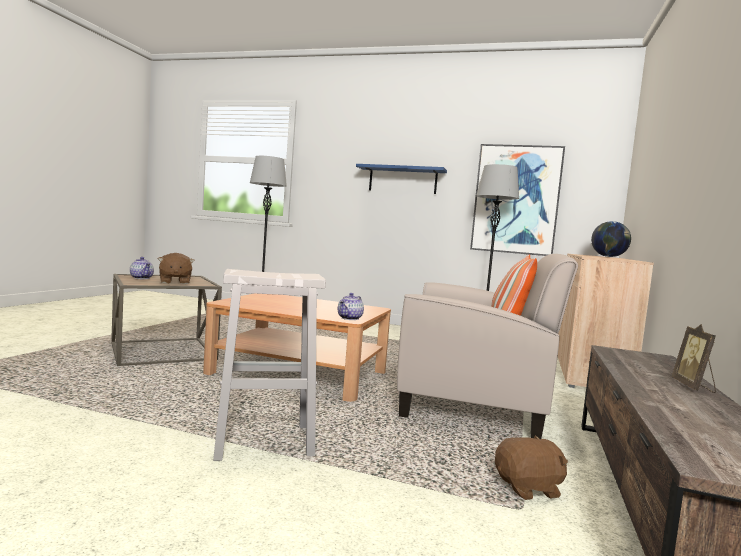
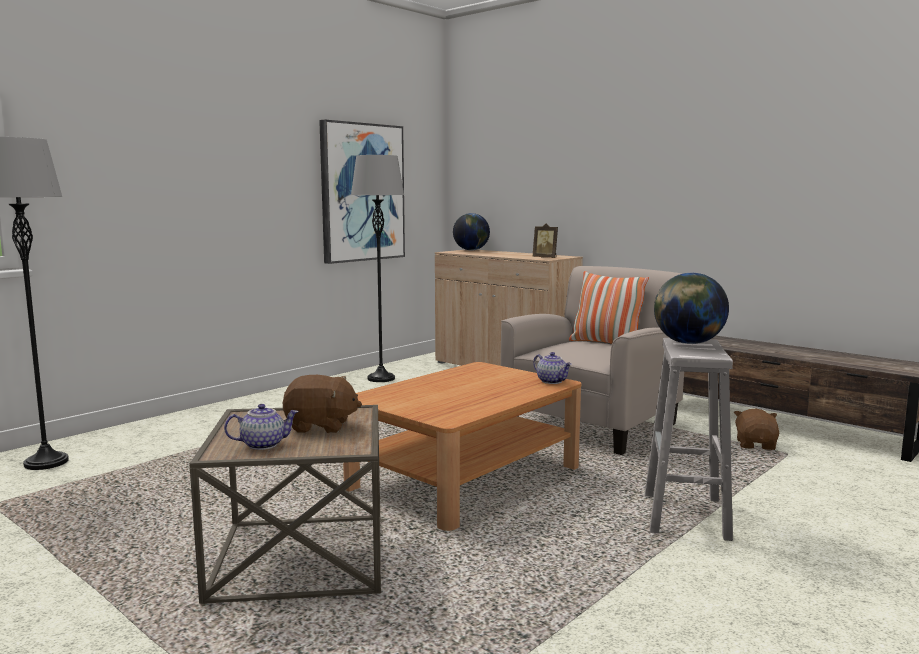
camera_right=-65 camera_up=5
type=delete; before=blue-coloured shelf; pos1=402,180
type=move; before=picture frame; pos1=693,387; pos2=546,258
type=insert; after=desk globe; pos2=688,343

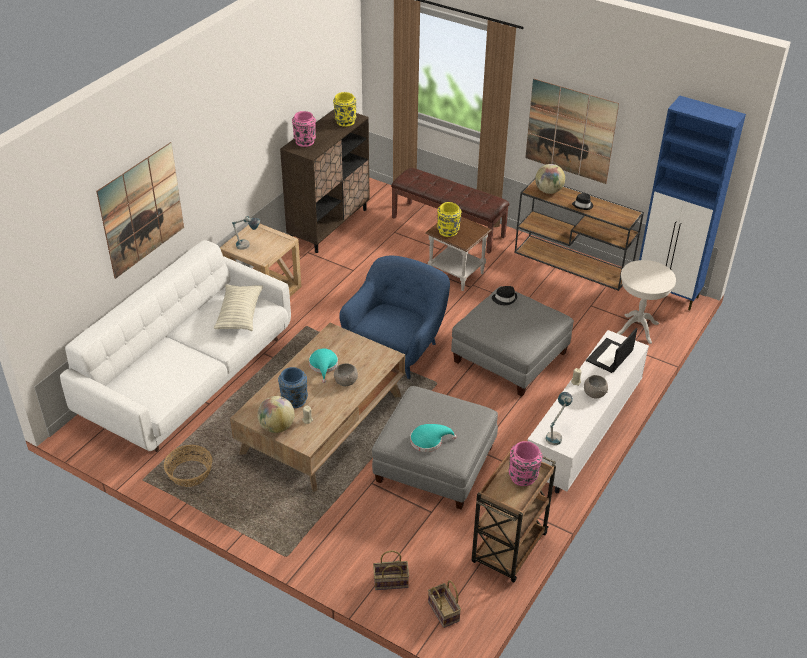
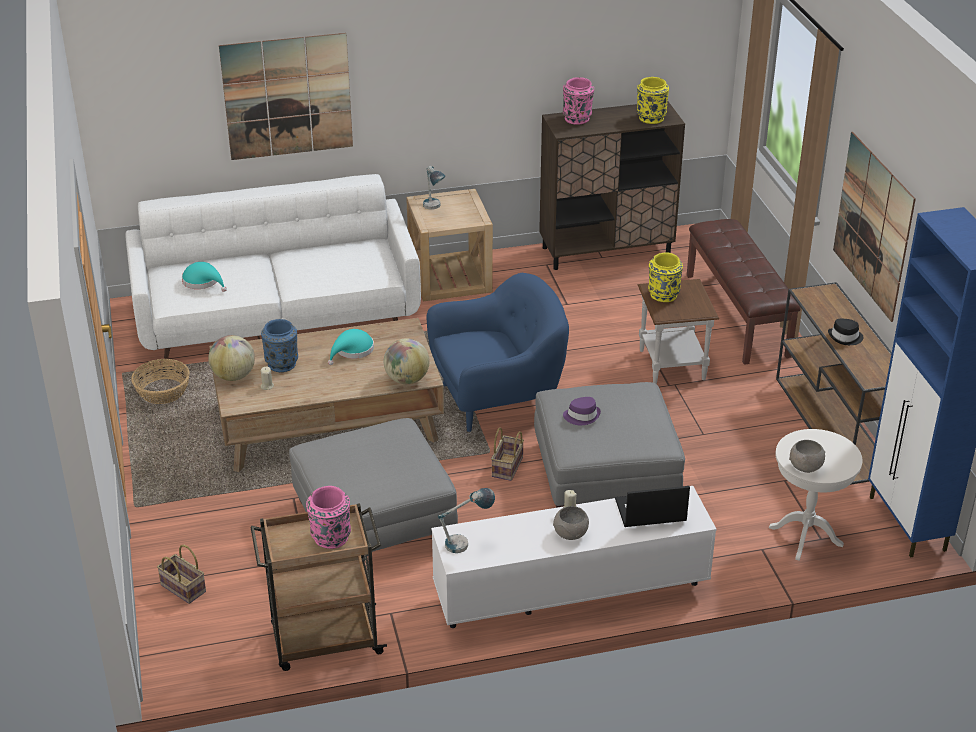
camera_right=45 camera_up=-5
type=delete; before=throw pillow; pos1=239,314
type=move; before=grey deep dish; pos1=346,381; pos2=806,467
type=move; before=turquoise-coloured clothing hat; pos1=429,441; pos2=203,282
type=move; before=basket; pos1=444,612; pos2=507,468
type=delete; before=black-coloured clothing hat; pos1=504,298
type=move; before=desk globe; pos1=548,191; pos2=407,379
type=insert; after=purplish clothing hat; pos2=582,416

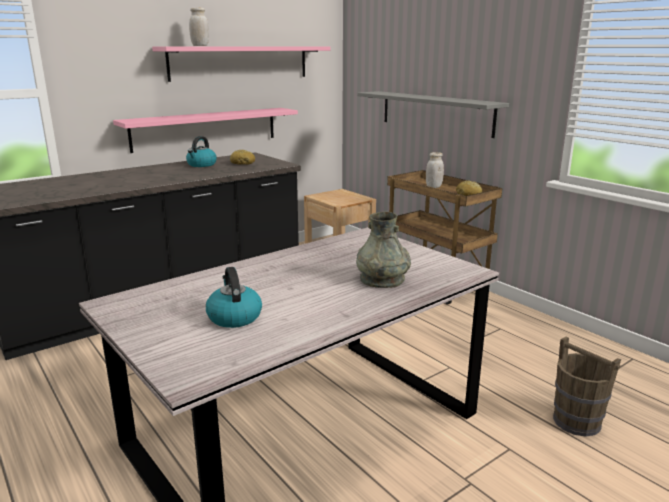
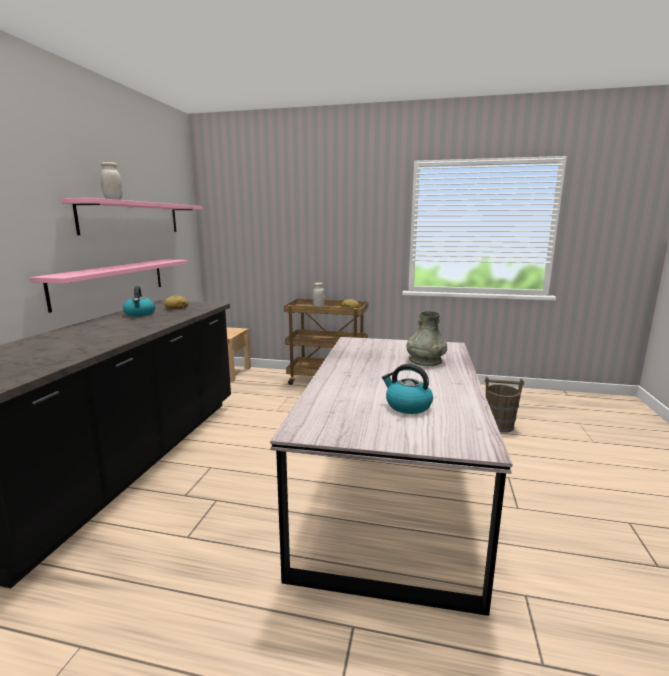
camera_right=-40 camera_up=-5
type=delete; before=grey shelf; pos1=435,113

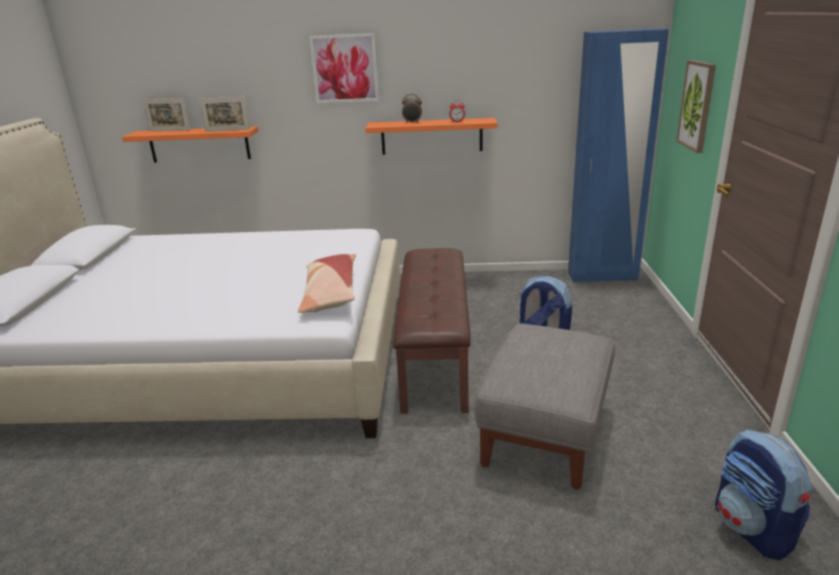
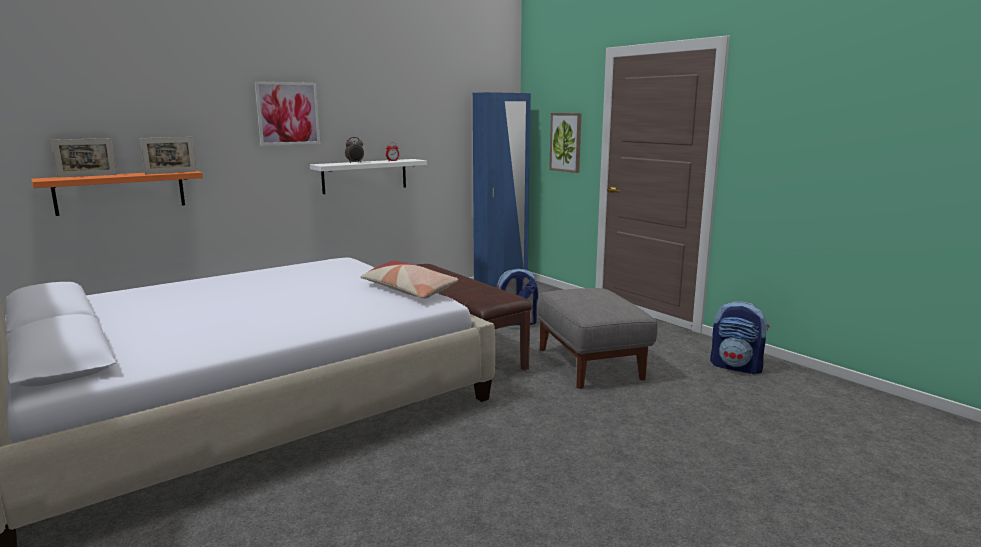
camera_right=-40 camera_up=-10
type=recolor; before=orangey shelf; after=whitish shelf; pos1=431,136; pos2=365,176

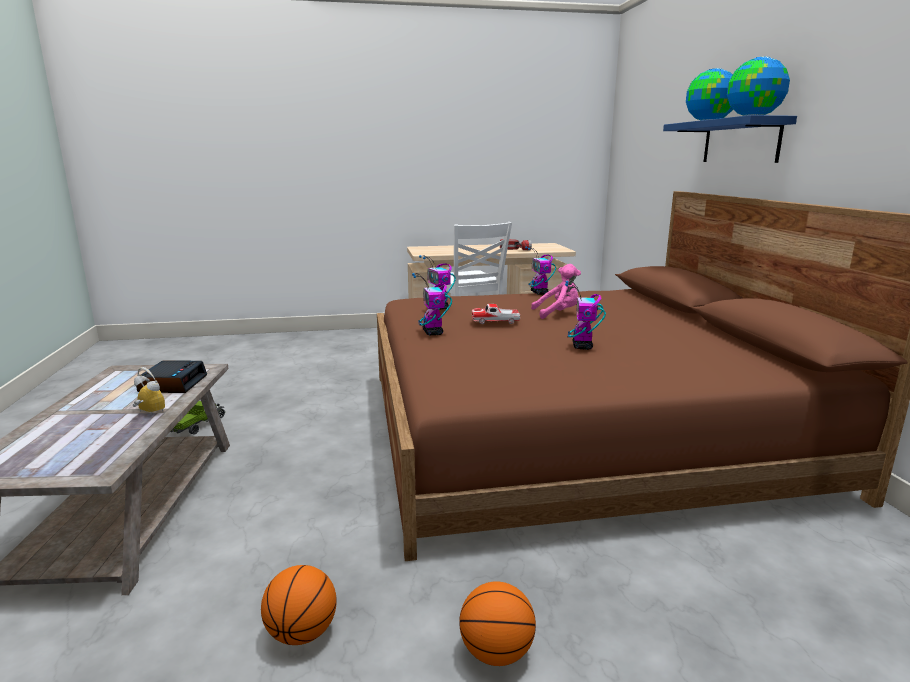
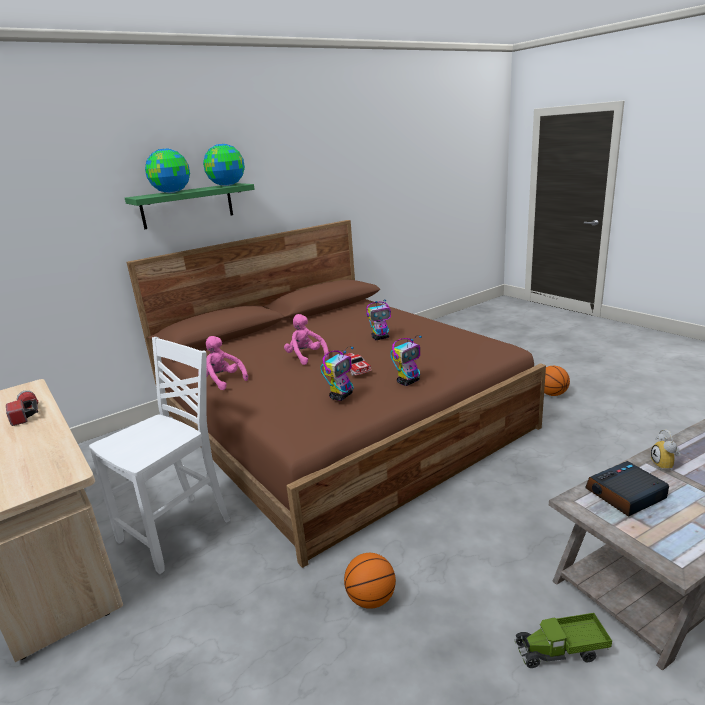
camera_right=-115 camera_up=5
type=move; before=ball for basketball; pos1=302,633; pos2=371,599
type=replace; before=robot figure; after=pink soft toy; pos1=539,293; pos2=223,381
type=recolor; before=blue-coloured shelf; after=green shelf; pos1=740,141; pos2=187,206

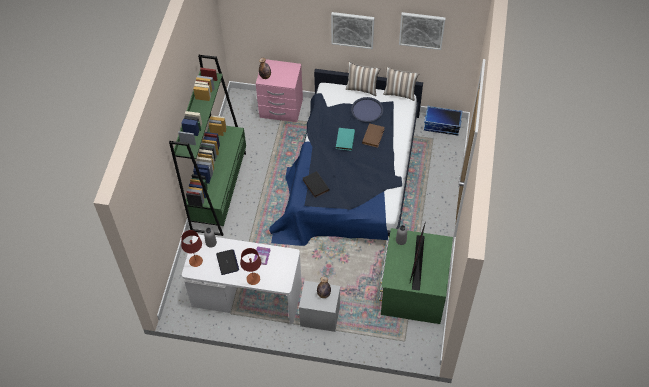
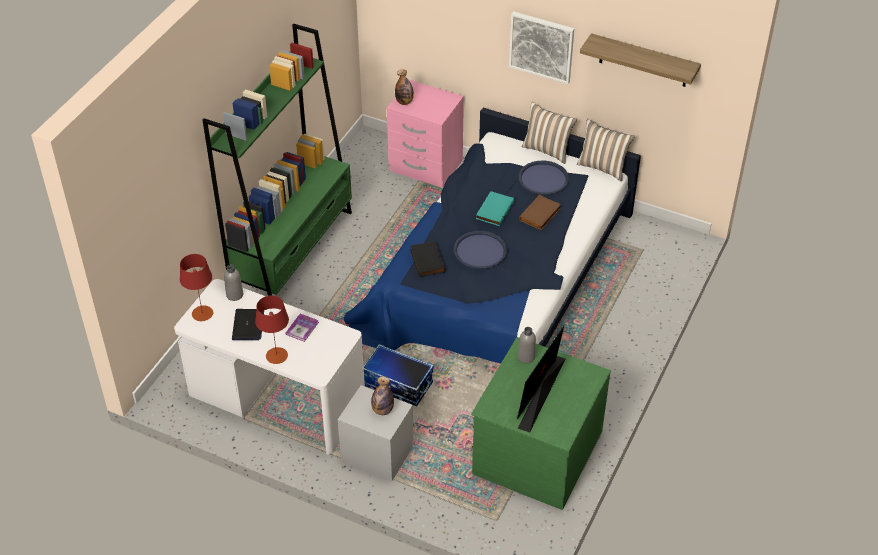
camera_right=15 camera_up=-10
type=replace; before=wall art; after=shelf; pos1=421,30; pos2=643,61
type=move; before=storage box; pos1=441,126; pos2=397,385
type=insert; after=blue-coloured tray; pos2=480,251

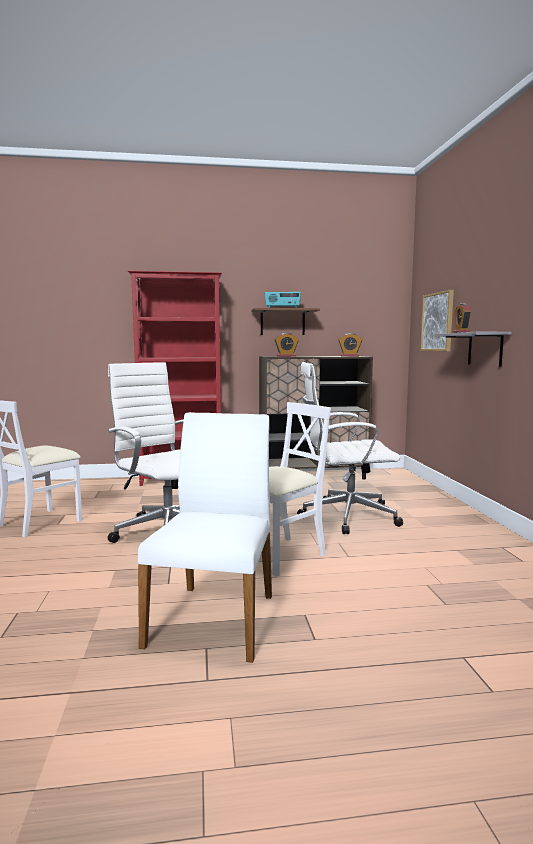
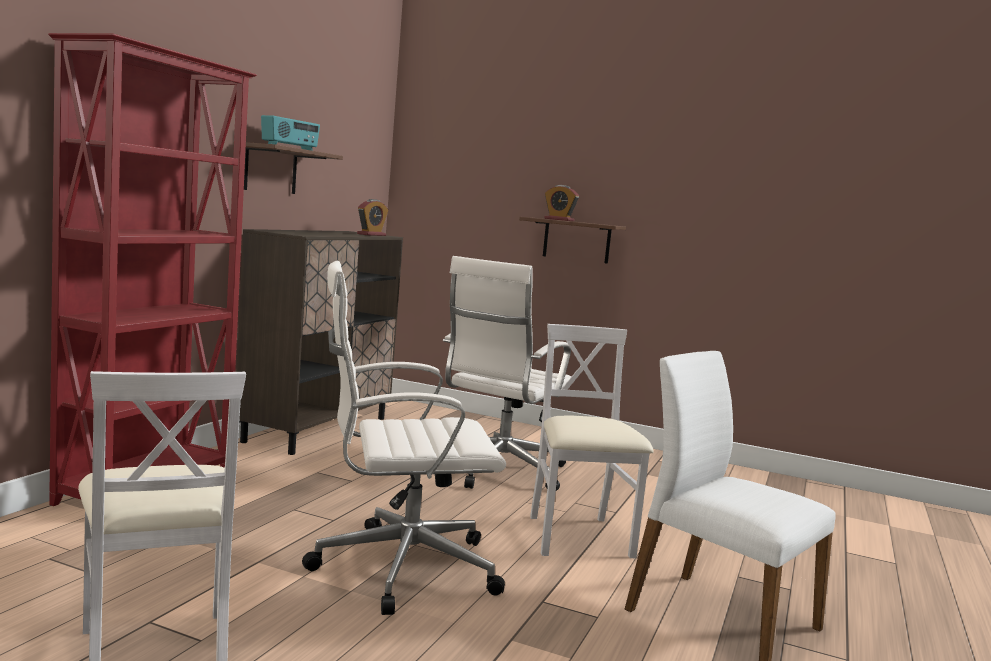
camera_right=-60 camera_up=0
type=delete; before=alarm clock; pos1=286,356
type=delete; before=wall art; pos1=437,322
type=recolor; before=grey shelf; after=brown-coloured shelf; pos1=485,349; pos2=576,241

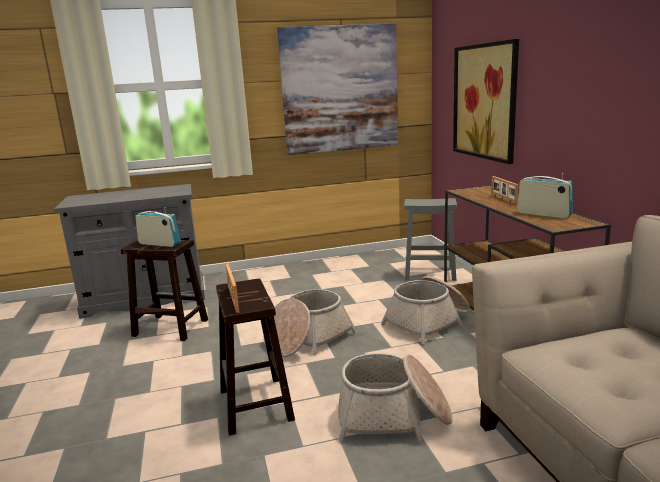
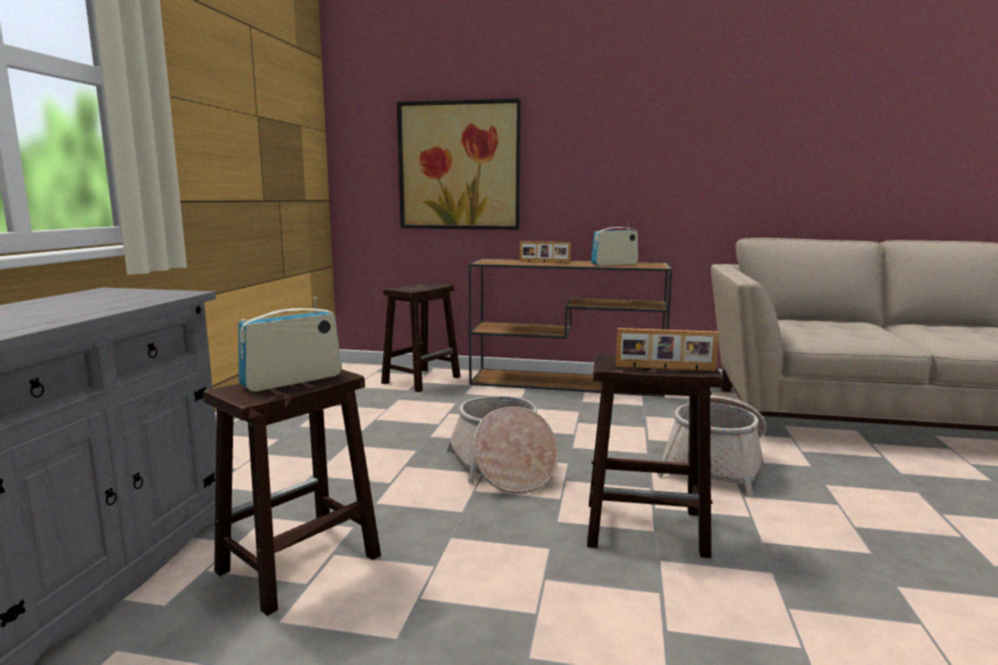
camera_right=-65 camera_up=-5
type=delete; before=wall art; pos1=340,89
type=delete; before=basket; pos1=428,322
type=recolor; before=grey stool seat; after=brown-coloured stool seat; pos1=431,273; pos2=422,380

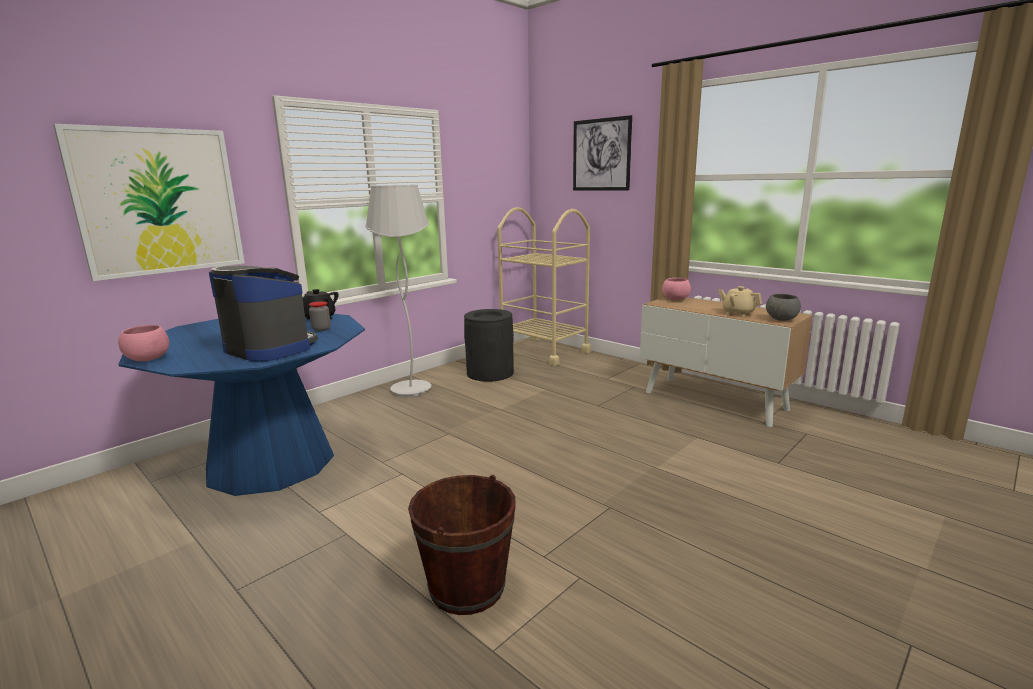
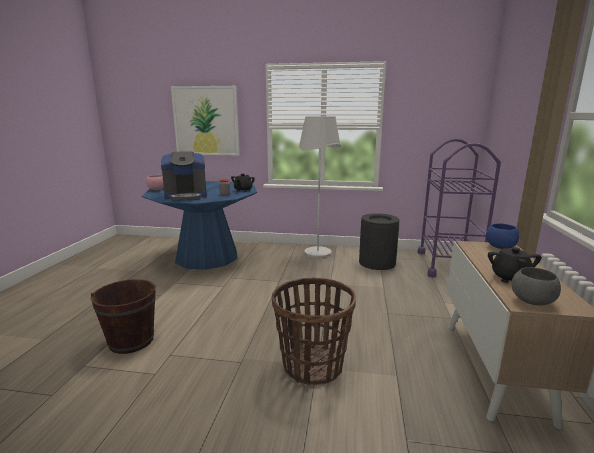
camera_right=55 camera_up=0
type=rotate; before=coffee maker; pos1=270,348; pos2=186,196; turn=75
type=recolor; before=beige-coloured cart; after=purplish cart; pos1=544,351; pos2=448,265
type=delete; before=wall art; pos1=601,155
type=recolor; before=pink deep dish; after=blue-coloured deep dish; pos1=675,299; pos2=500,247
type=recolor; before=beige-coloured teapot; after=black-coloured teapot; pos1=738,313; pos2=510,278
type=insert; after=basket; pos2=312,365

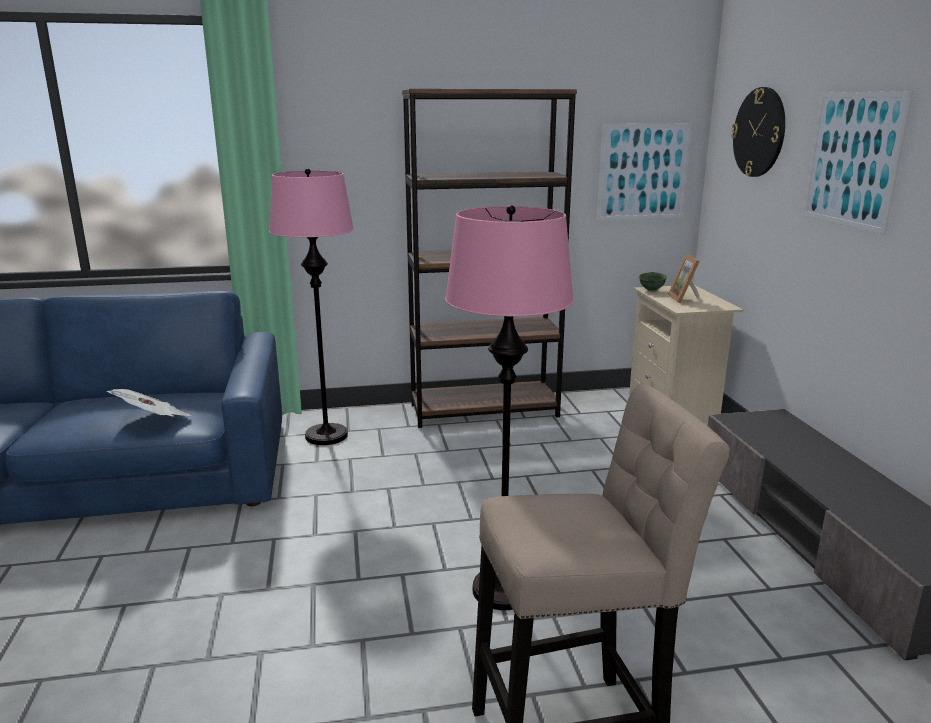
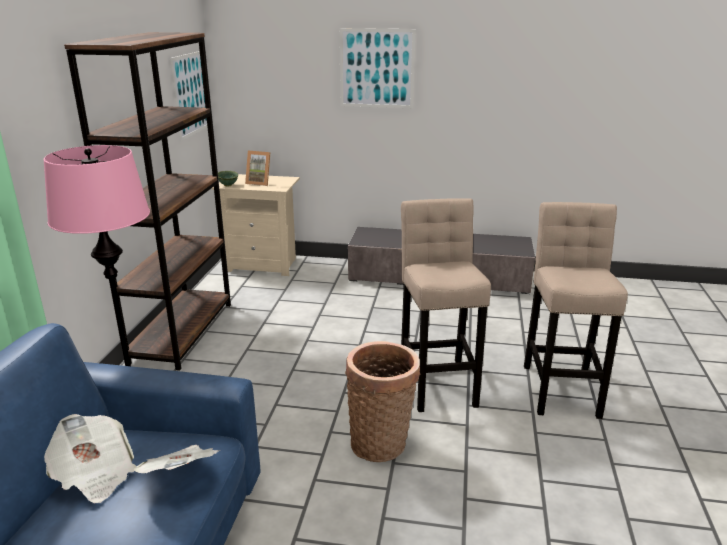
camera_right=-70 camera_up=5
type=replace; before=pink floor lamp; after=beige-coloured stool seat; pos1=503,590; pos2=437,381
type=delete; before=clock on the wall; pos1=759,132
type=insert; after=printed paper; pos2=94,474
type=insert; after=basket; pos2=381,442

